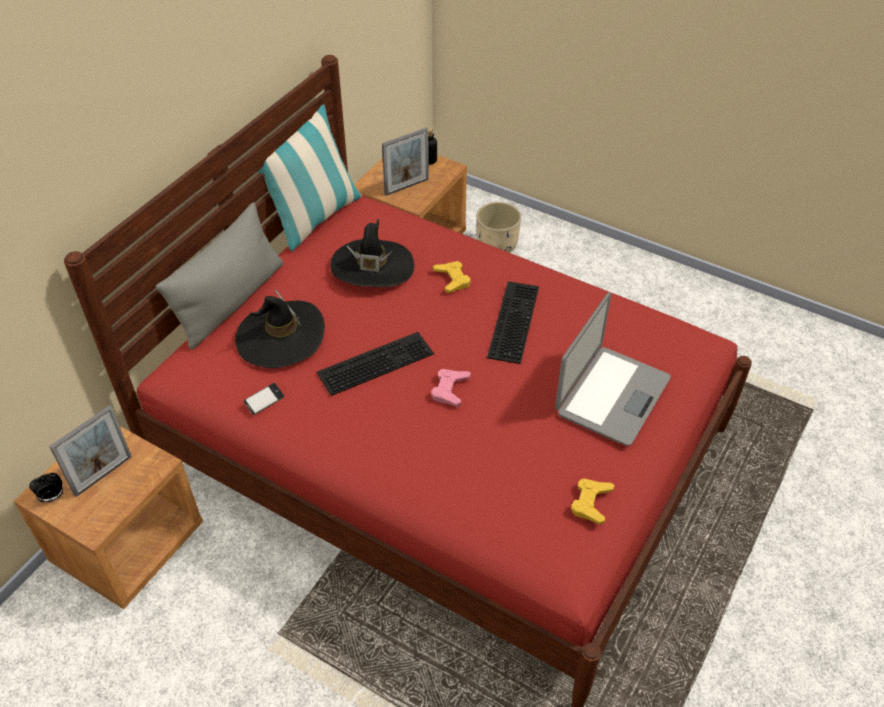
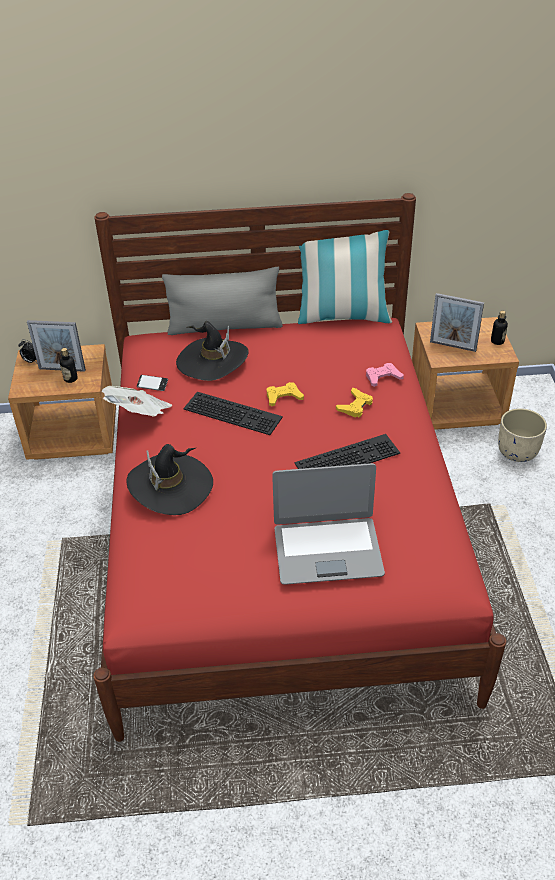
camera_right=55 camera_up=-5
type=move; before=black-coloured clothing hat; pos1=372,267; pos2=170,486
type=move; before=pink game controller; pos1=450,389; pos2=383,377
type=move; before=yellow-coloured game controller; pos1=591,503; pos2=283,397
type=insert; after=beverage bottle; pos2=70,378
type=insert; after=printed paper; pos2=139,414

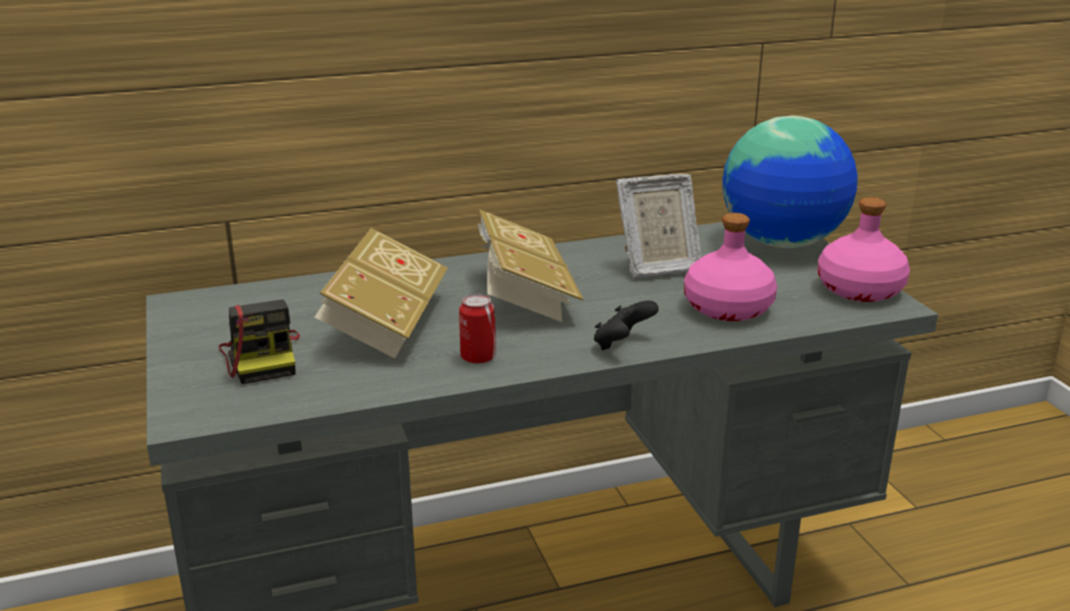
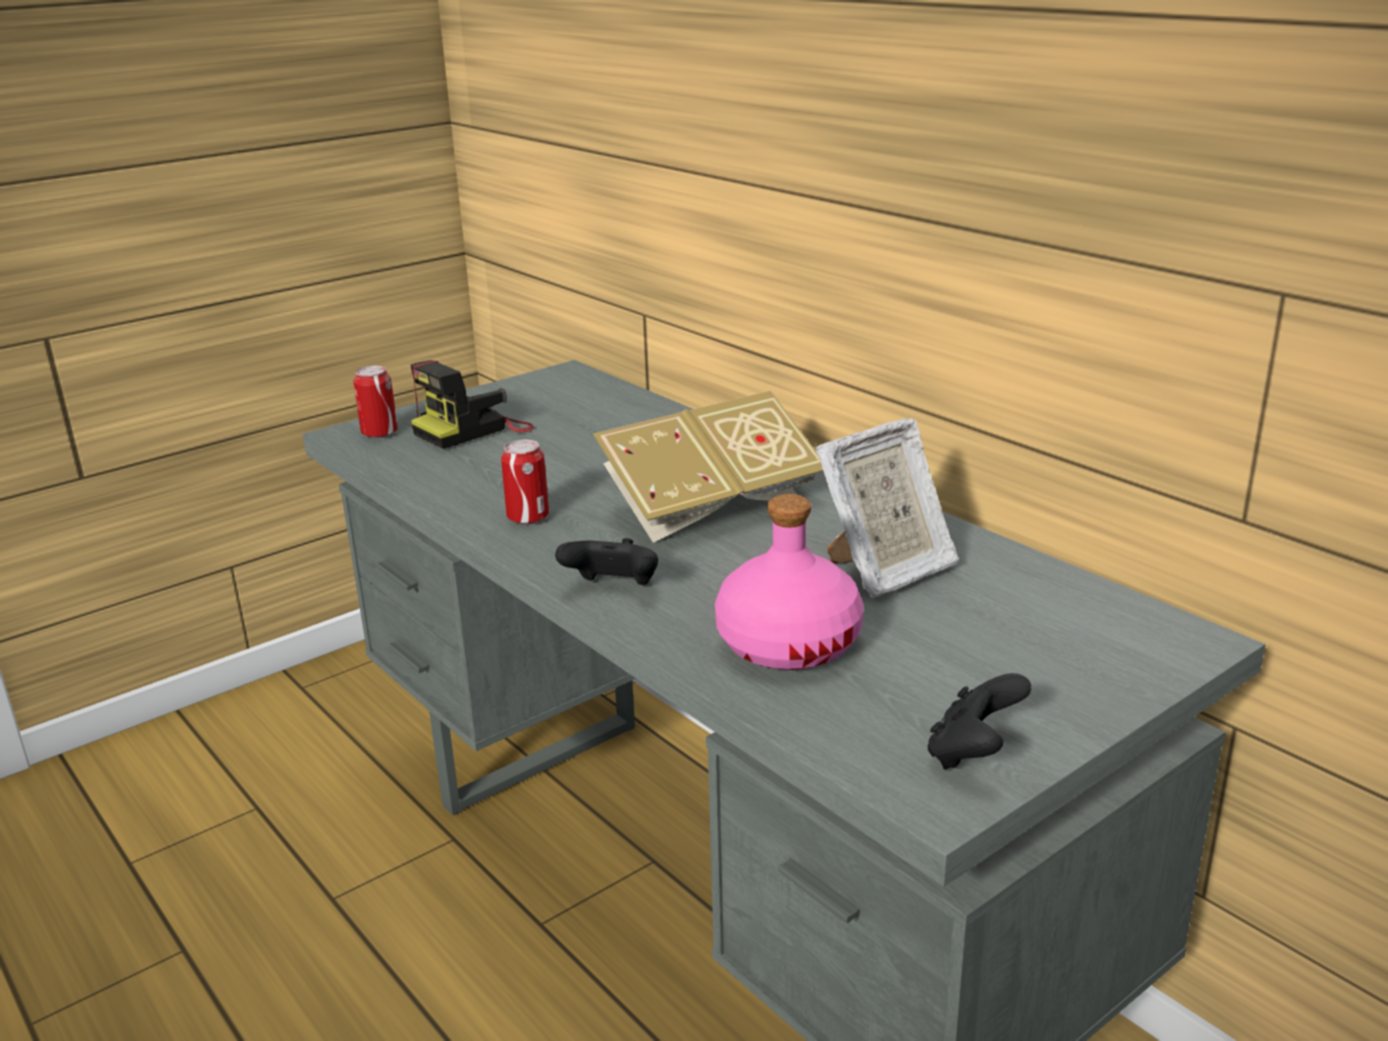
camera_right=70 camera_up=0
type=delete; before=volume; pos1=385,324
type=rotate; before=picture frame; pos1=657,267; pos2=886,571; turn=-90
type=delete; before=desk globe; pos1=783,243
type=replace; before=pink beverage bottle; after=black-coloured game controller; pos1=858,289; pos2=973,754
type=insert; after=sealed can; pos2=379,433

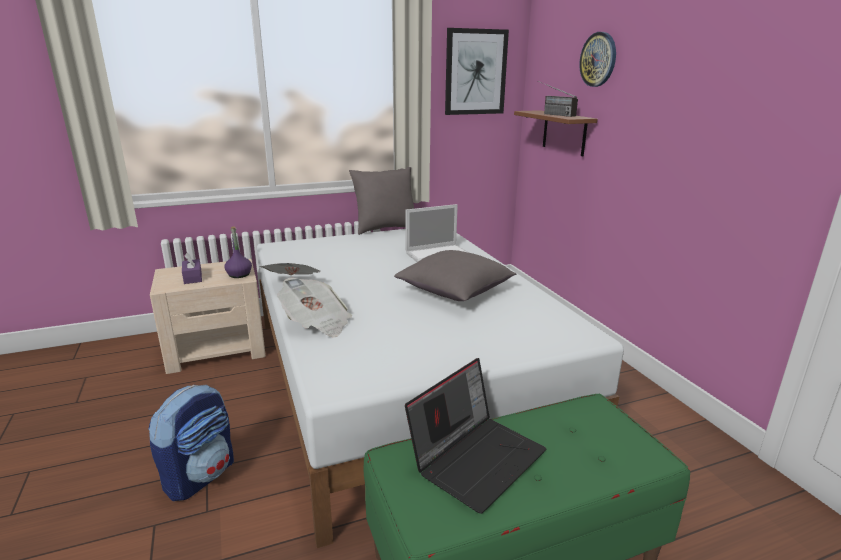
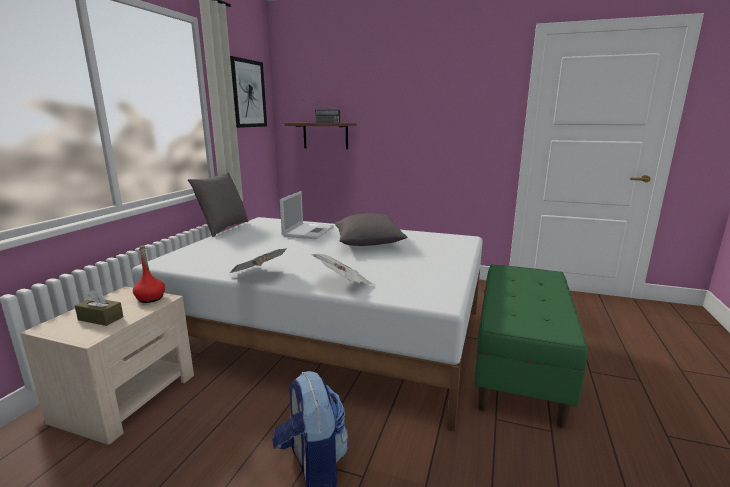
camera_right=-50 camera_up=-5
type=recolor; before=purplish box of tissues; after=brown-coloured box of tissues; pos1=193,277; pos2=100,318
type=recolor; before=purplish beverage bottle; after=reddish beverage bottle; pos1=239,274; pos2=150,298
type=delete; before=portable computer; pos1=477,457
type=delete; before=clock on the wall; pos1=598,59

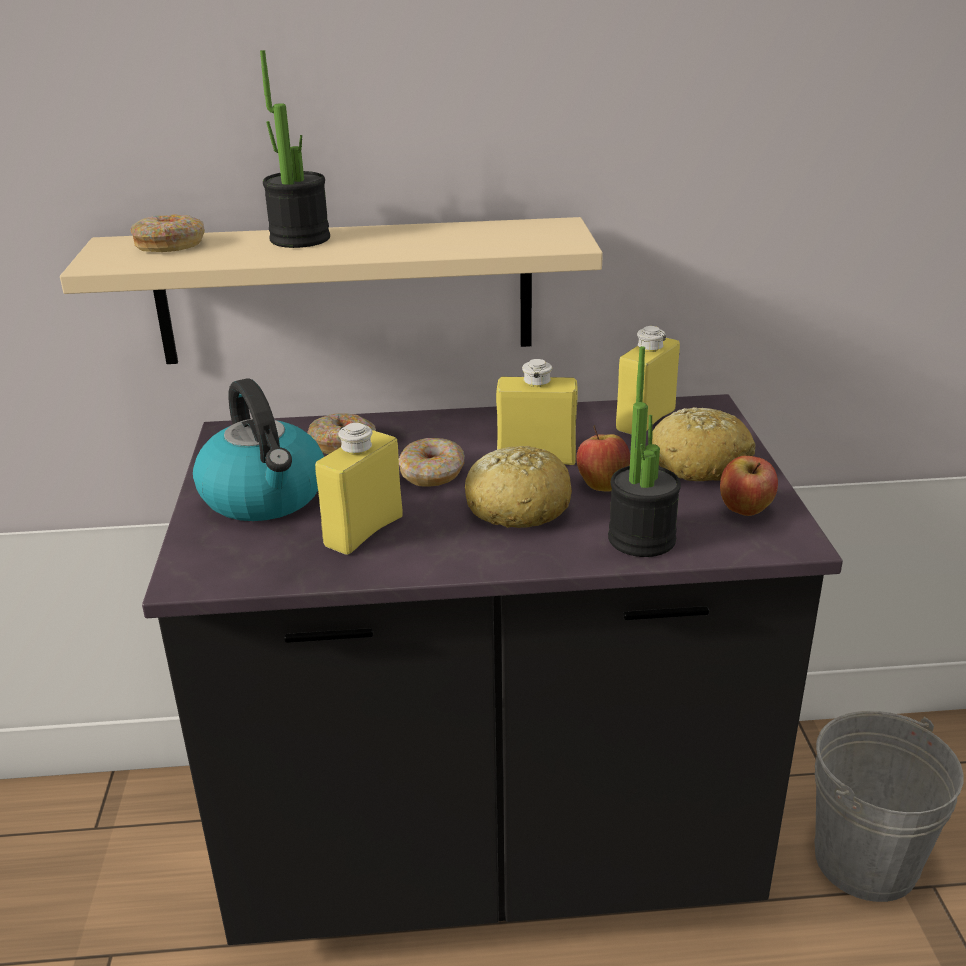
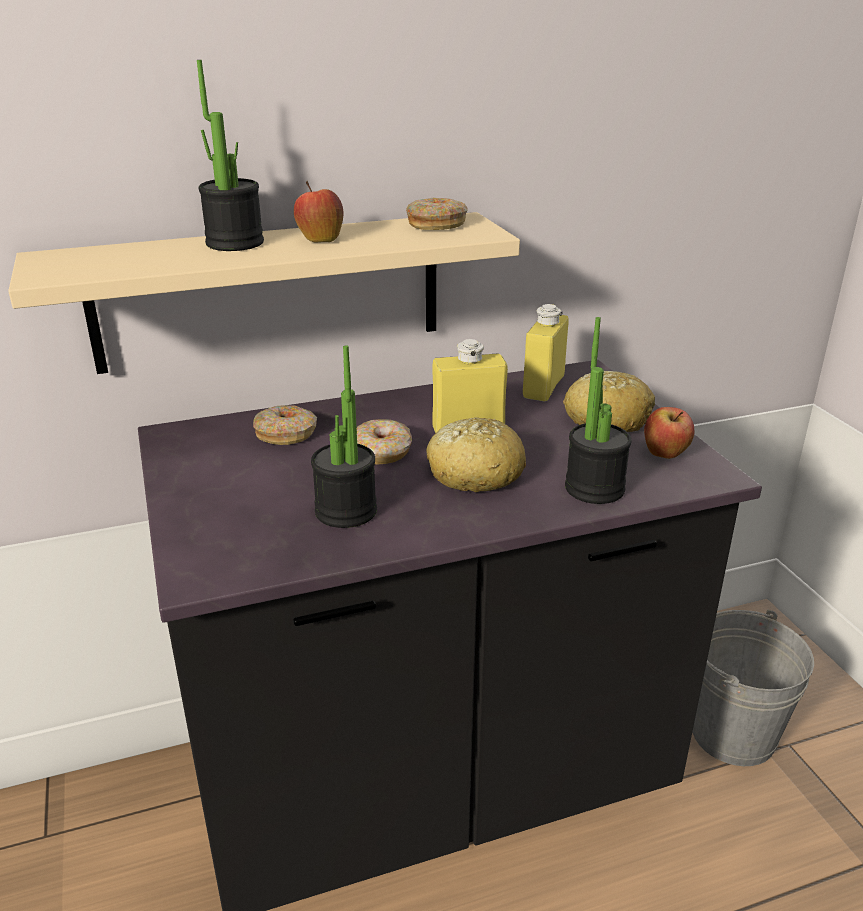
camera_right=-15 camera_up=0
type=move; before=donut; pos1=170,245; pos2=436,224
type=delete; before=kettle; pos1=265,496
type=replace; before=yellow-coloured beverage bottle; after=plant in a pot; pos1=364,531; pos2=346,511
type=move; before=apple fruit; pos1=602,485; pos2=320,239

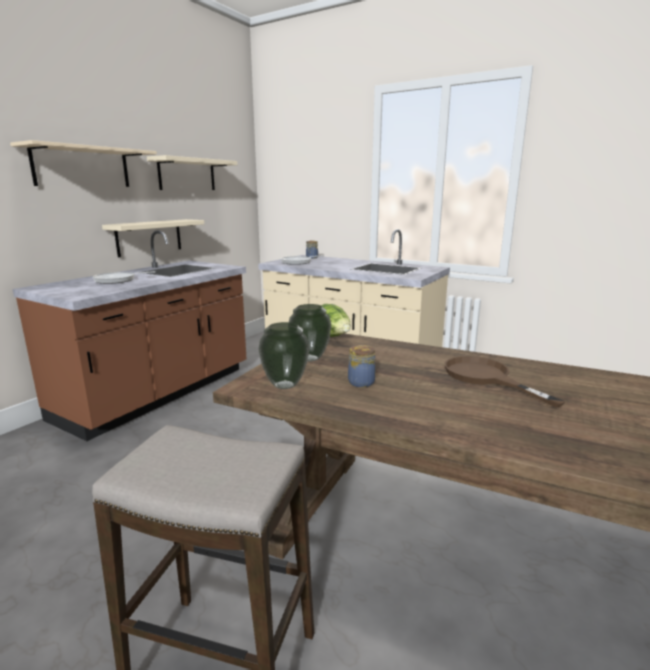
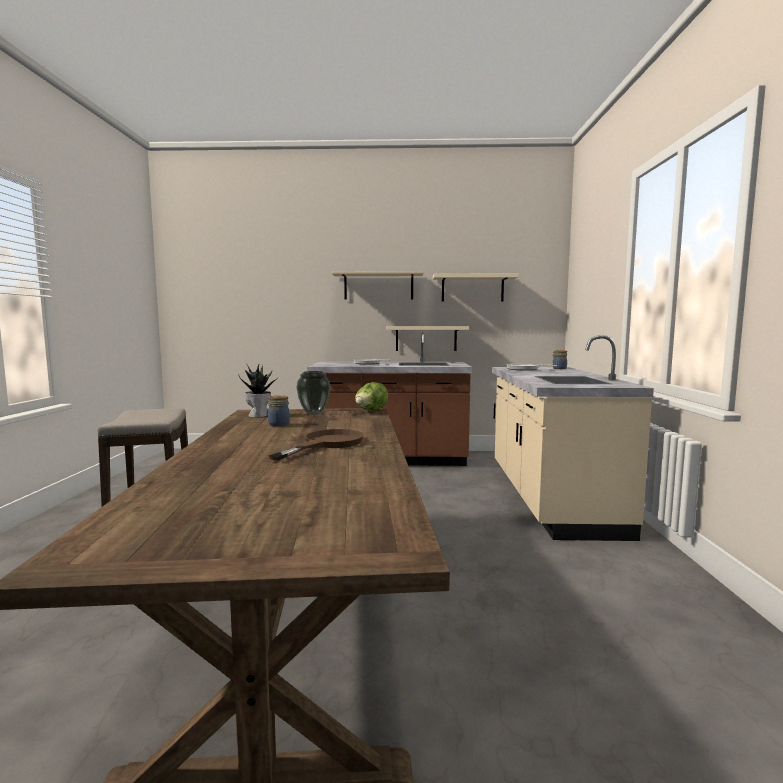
camera_right=60 camera_up=-10
type=replace; before=vase; after=plant in a pot; pos1=285,385; pos2=259,415

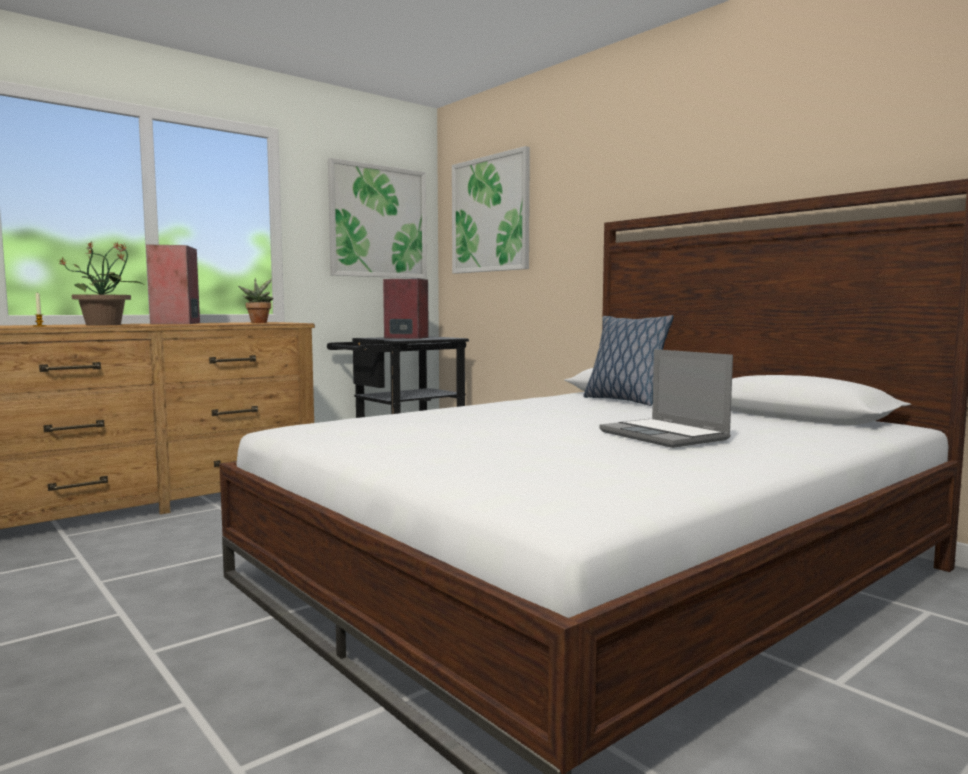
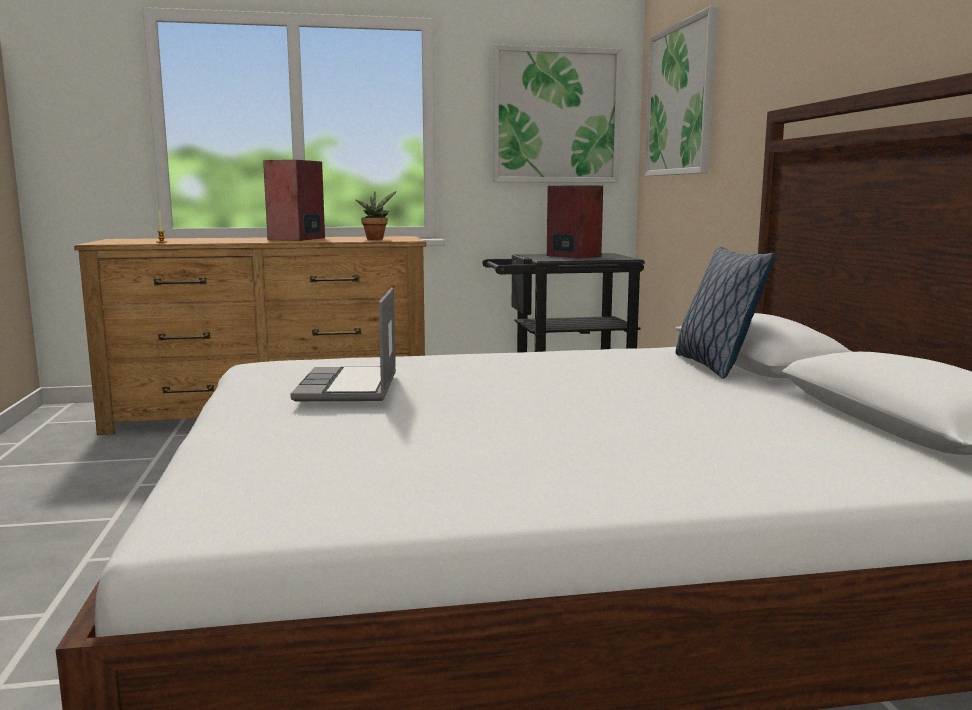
camera_right=30 camera_up=5
type=delete; before=plant in a pot; pos1=105,325
type=move; before=portable computer; pos1=665,436; pos2=349,388

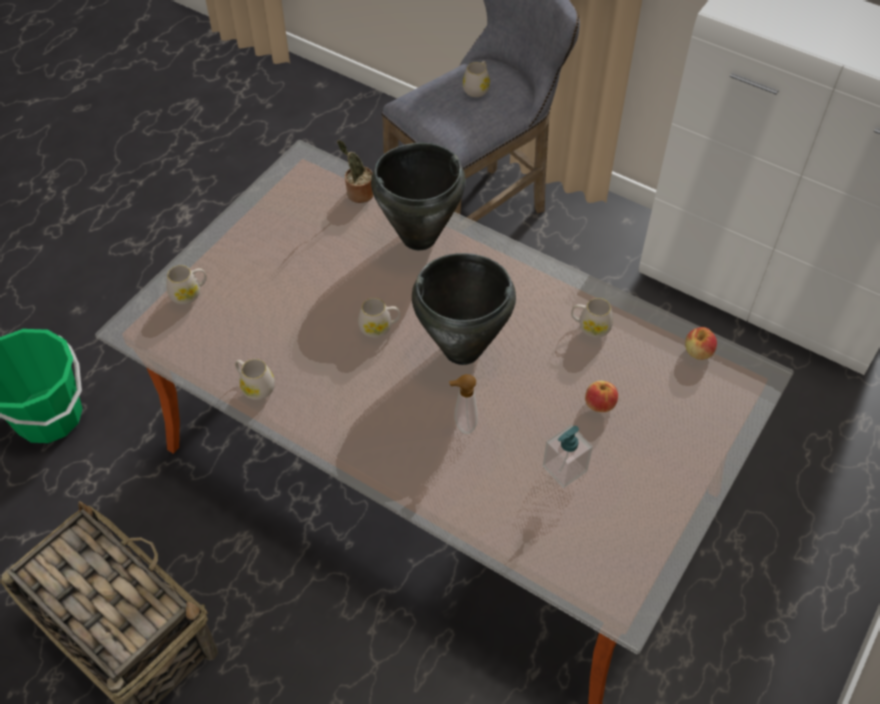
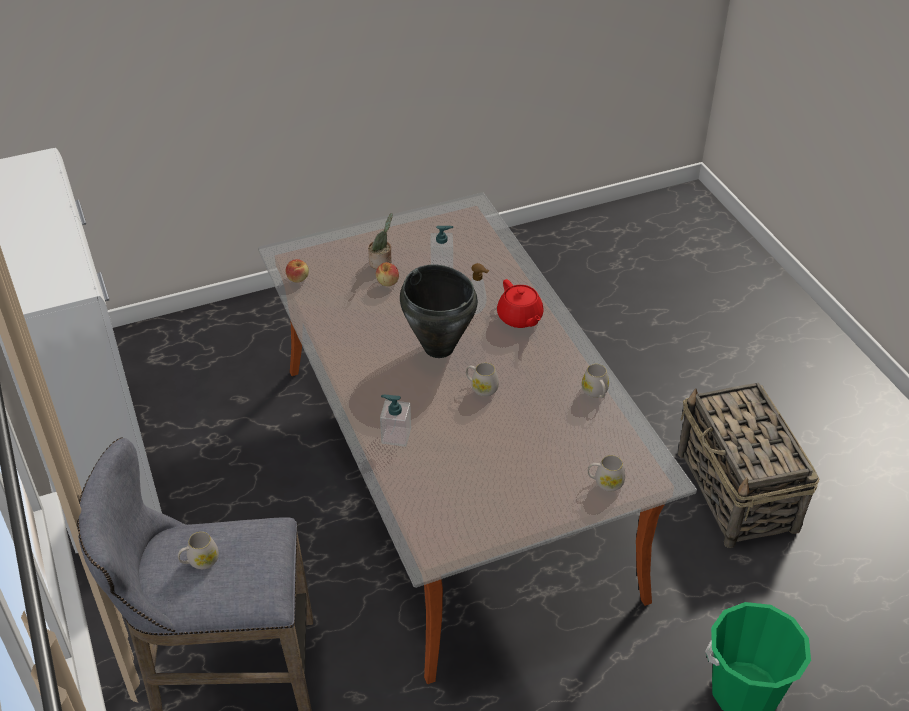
camera_right=-145 camera_up=-10
type=move; before=plant in a pot; pos1=358,193; pos2=382,263
type=replace; before=black-coloured cooking pot; after=soap dispenser; pos1=418,237; pos2=396,436
type=delete; before=whitish mug; pos1=590,327
type=insert; after=reddish teapot; pos2=520,318

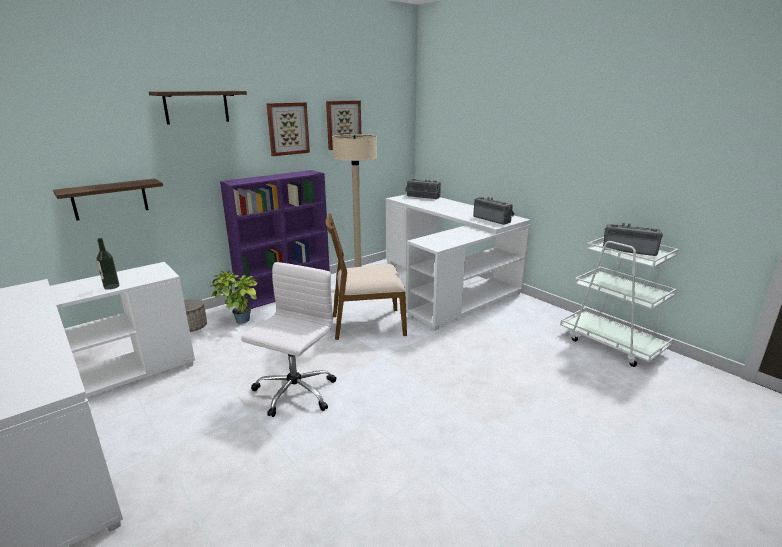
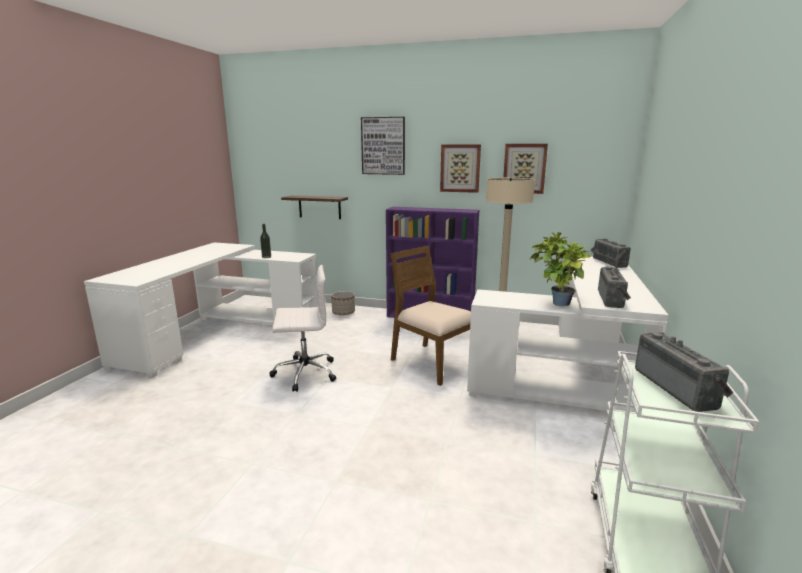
camera_right=55 camera_up=-5
type=replace; before=shelf; after=wall art; pos1=196,107; pos2=383,146
type=move; before=plant in a pot; pos1=239,322; pos2=555,303

